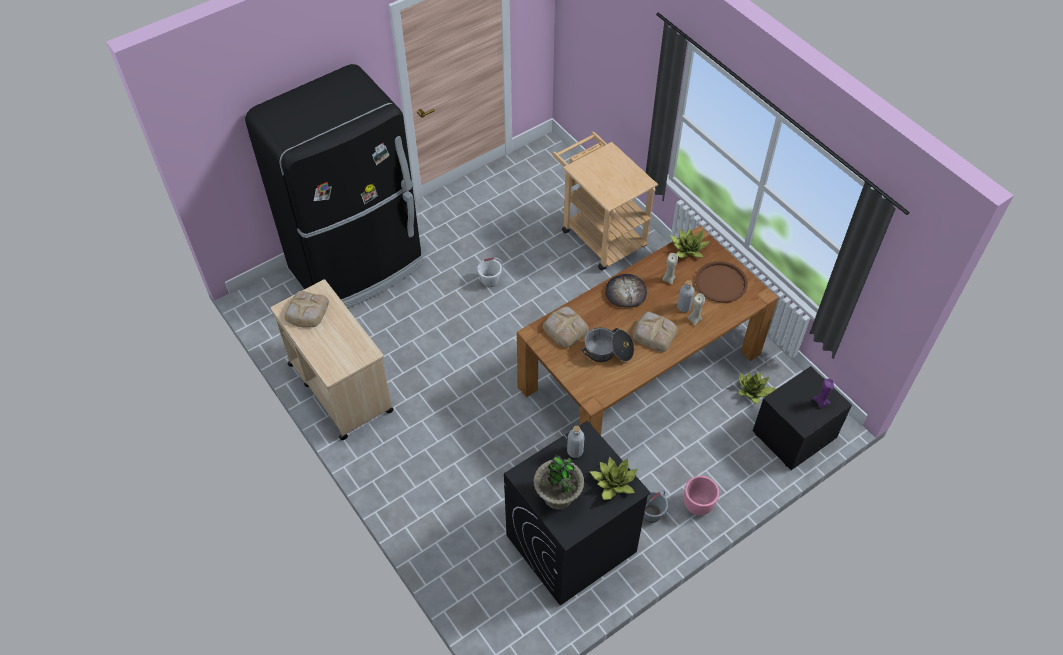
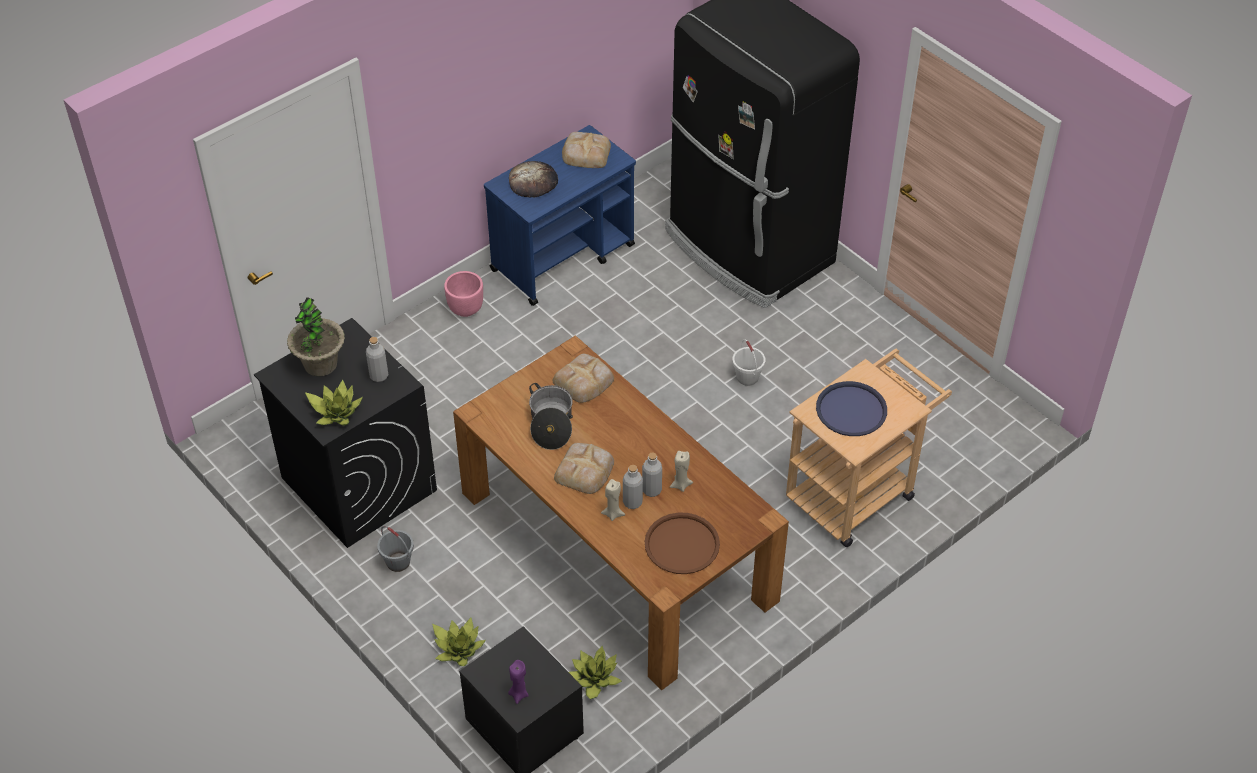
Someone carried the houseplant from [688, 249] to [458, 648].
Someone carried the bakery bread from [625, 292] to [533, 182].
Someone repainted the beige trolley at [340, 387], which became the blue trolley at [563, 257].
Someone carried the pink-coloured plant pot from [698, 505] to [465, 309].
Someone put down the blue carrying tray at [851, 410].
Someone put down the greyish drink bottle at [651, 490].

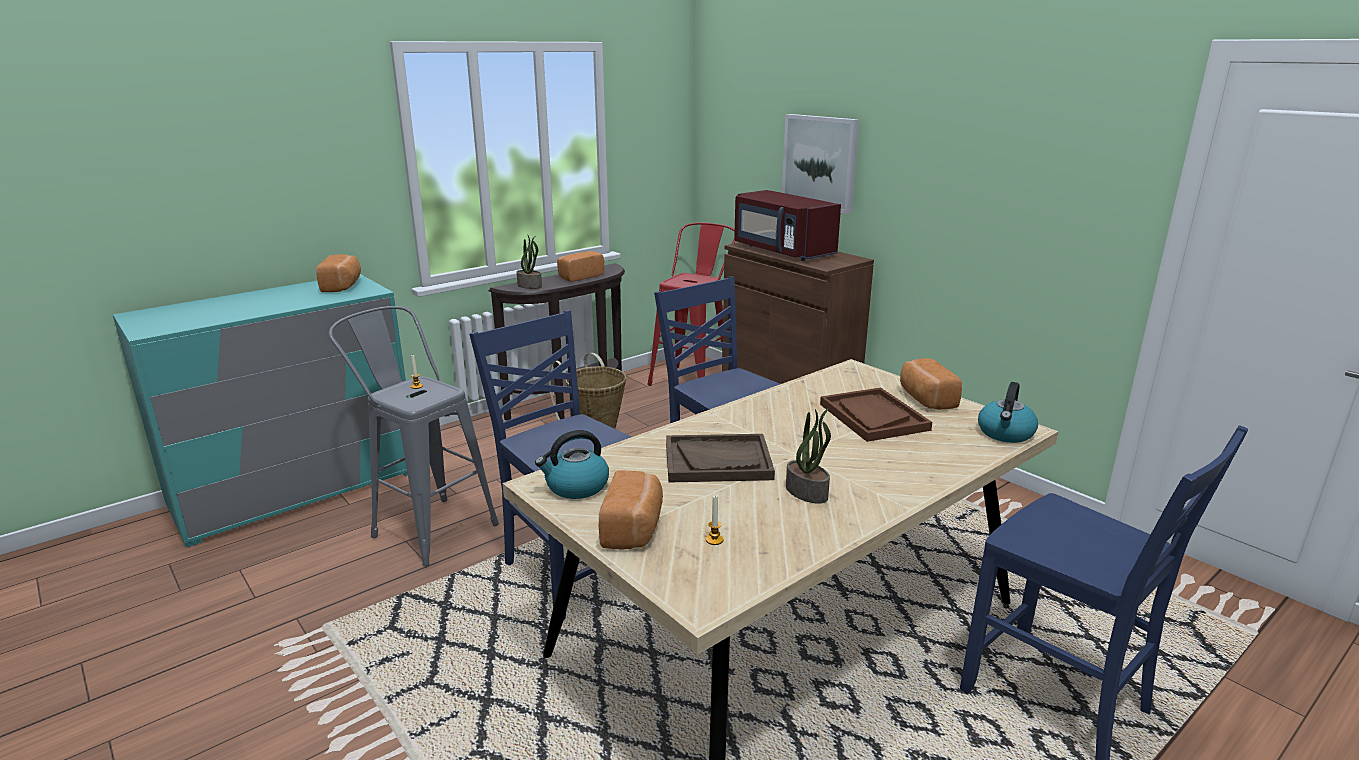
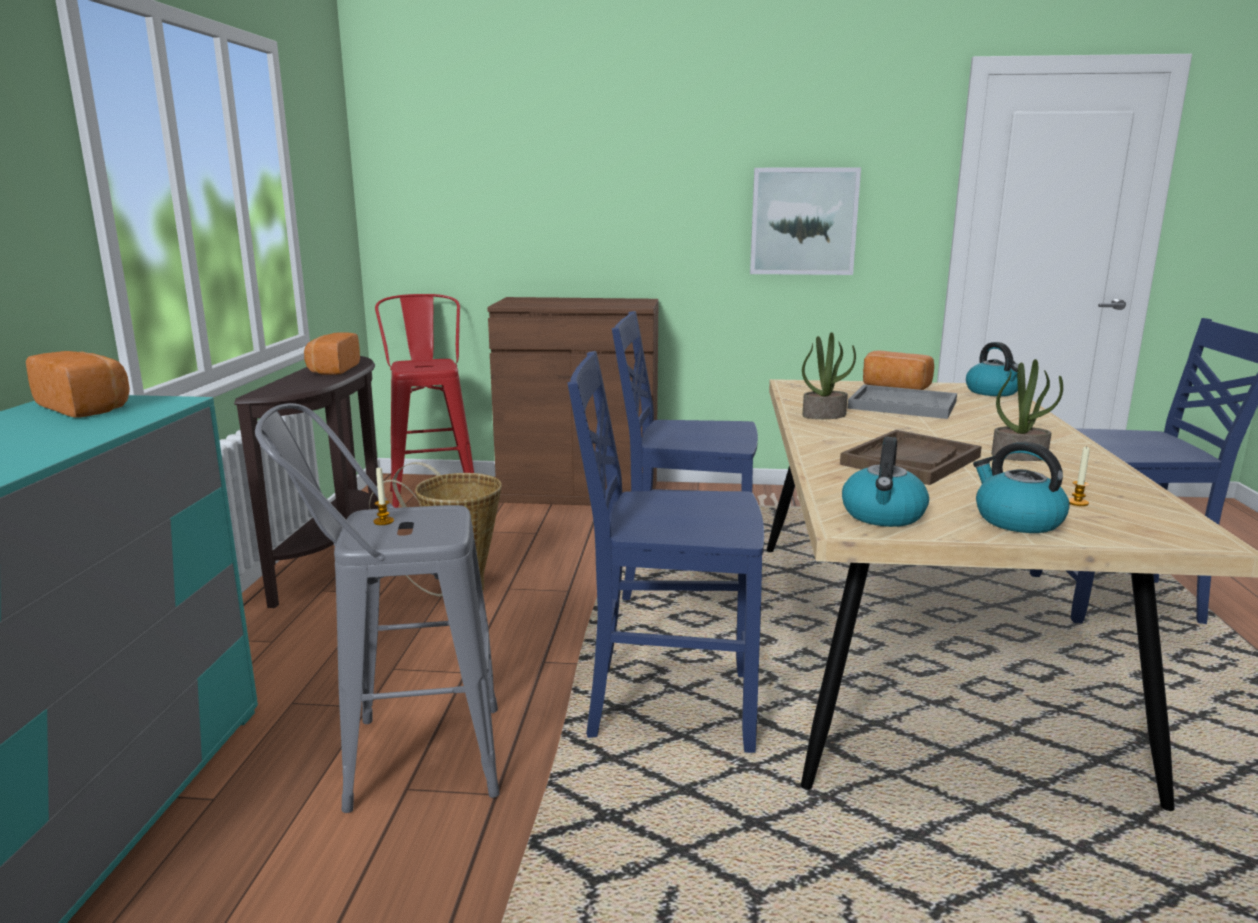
Someone carried the wall picture from [820, 162] to [803, 221].
Someone took away the red microwave at [781, 251].
Someone carried the houseplant from [530, 286] to [824, 415].
Someone repainted the brownish carrying tray at [873, 417], which became the greyish carrying tray at [902, 405].
Someone swapped the bakery bread at [634, 528] for the kettle at [1016, 520].

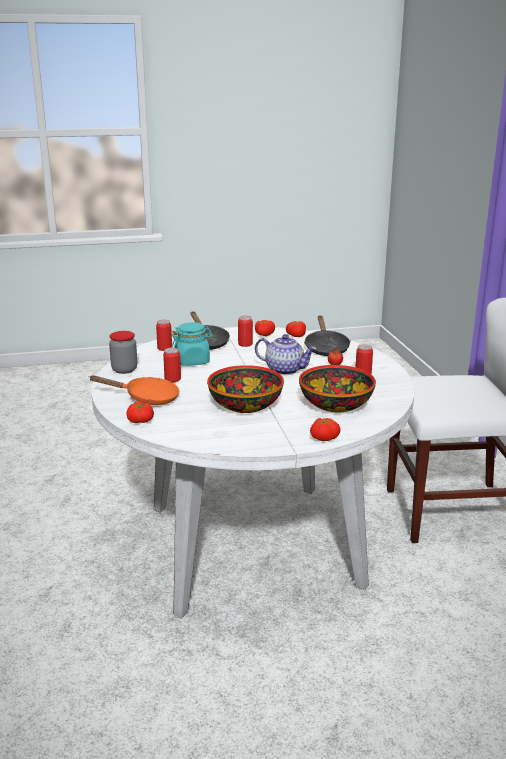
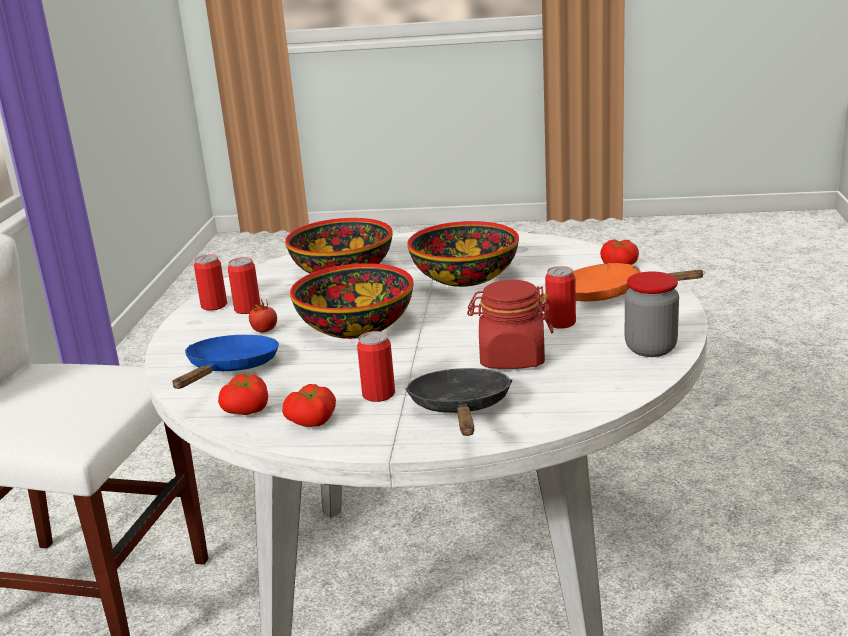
Someone repainted the black-coloured pan at [326, 348], which became the blue pan at [230, 370].
Someone carried the metal can from [164, 348] to [214, 306].
Someone repainted the turquoise jar at [192, 361], which became the red jar at [511, 358].
Someone swapped the tea pot at [285, 370] for the bowl at [356, 327].
Someone took away the whole tomato at [323, 437].

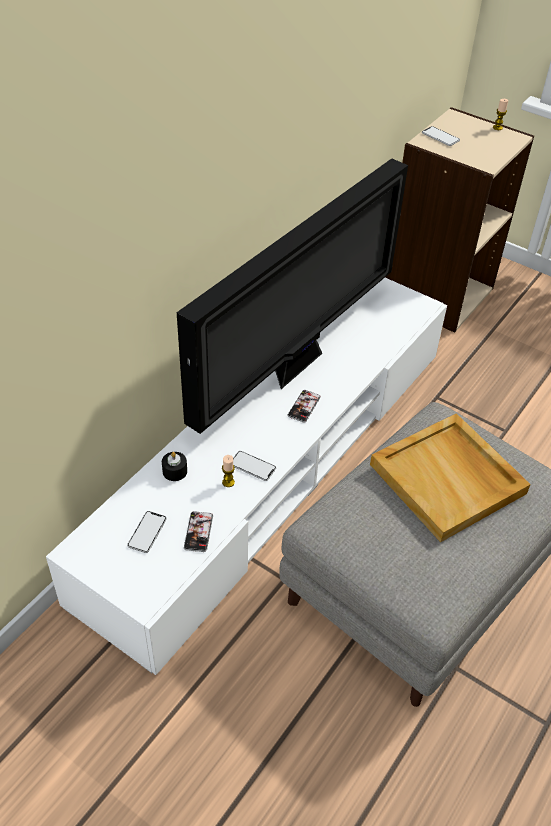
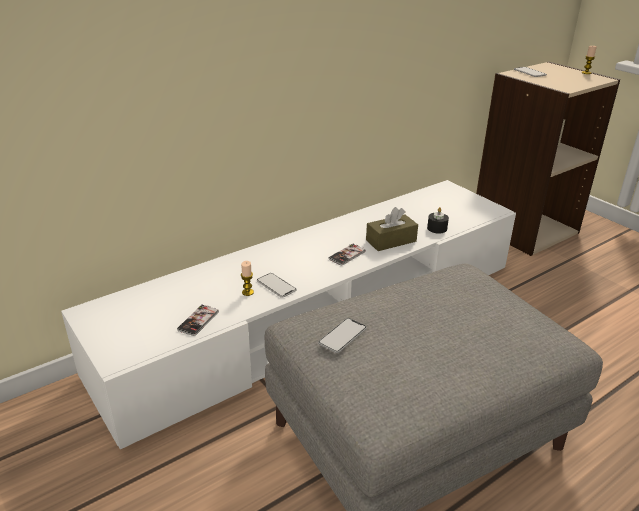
Someone took away the TV at [297, 364].
Someone took away the beige carrying tray at [449, 479].
Someone carried the black-coloured candle from [175, 471] to [437, 228].
Someone carried the phone from [147, 532] to [342, 336].
Someone put down the brownish tissue box at [391, 241].

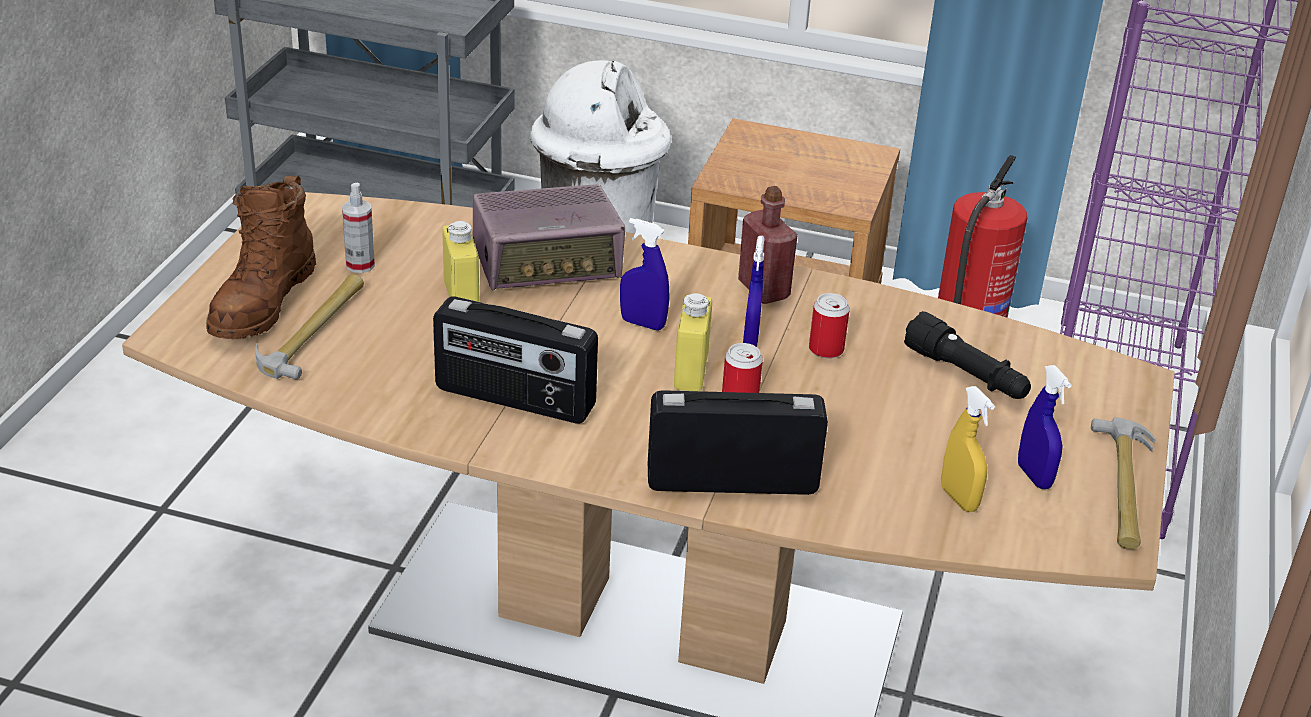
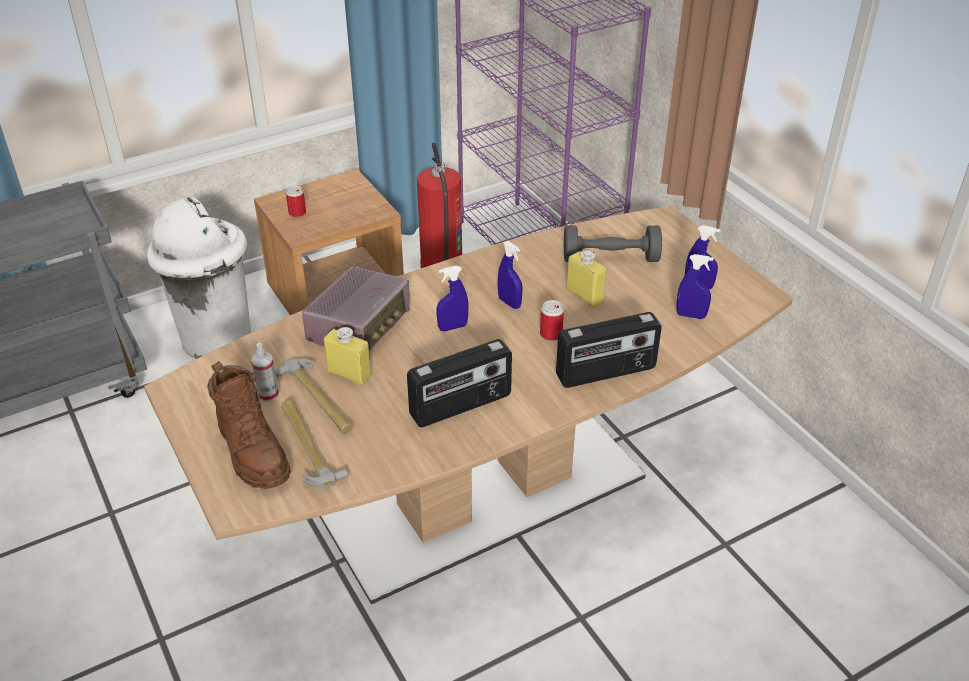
Someone took away the red drink bottle at [763, 290].
Someone carried the yellow-coloured drink bottle from [691, 372] to [584, 296].
Someone carried the metal can from [826, 349] to [297, 213].
Someone swapped the black-coloured hand torch at [966, 375] for the greyish free weight at [610, 258].
Someone repainted the yellow-coloured hand sprayer at [959, 499], which became the blue hand sprayer at [691, 315].
Someone rotated the radio at [732, 481] by 150 degrees counterclockwise.
Someone carried the hammer from [1123, 487] to [317, 399].

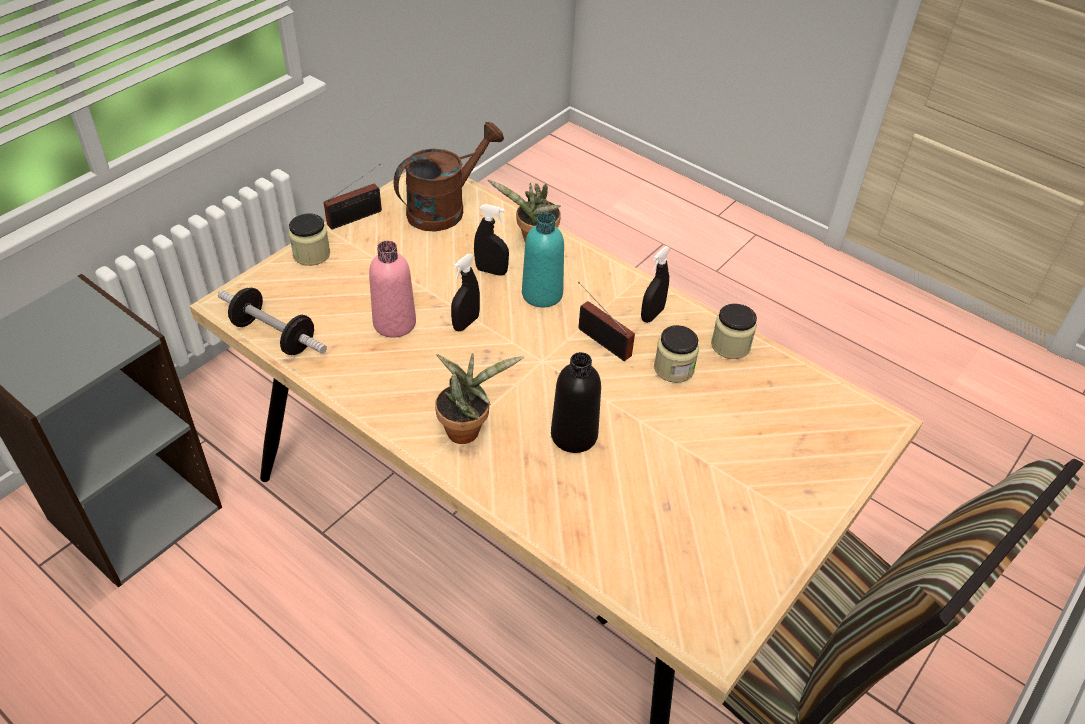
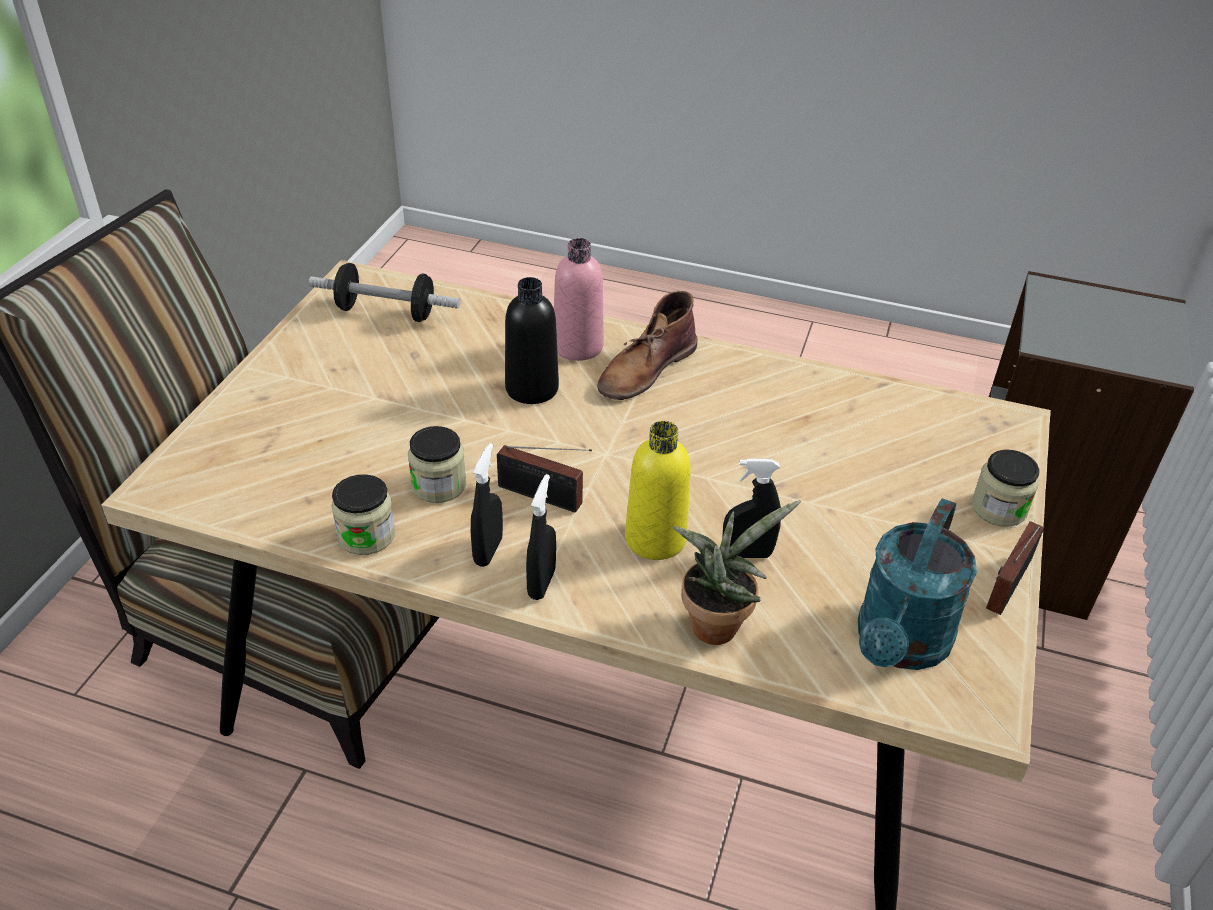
Someone repainted the brownish watering can at [444, 208], which became the turquoise watering can at [899, 645].
Someone repainted the turquoise drink bottle at [542, 294], which became the yellow-coloured drink bottle at [655, 539].
Someone carried the pink-coloured drink bottle from [394, 323] to [578, 346].
Someone carried the black-coloured hand sprayer from [466, 323] to [541, 583].
Someone carried the free weight from [274, 336] to [386, 312].
Someone swapped the houseplant at [467, 429] for the brownish tall boot at [646, 369].

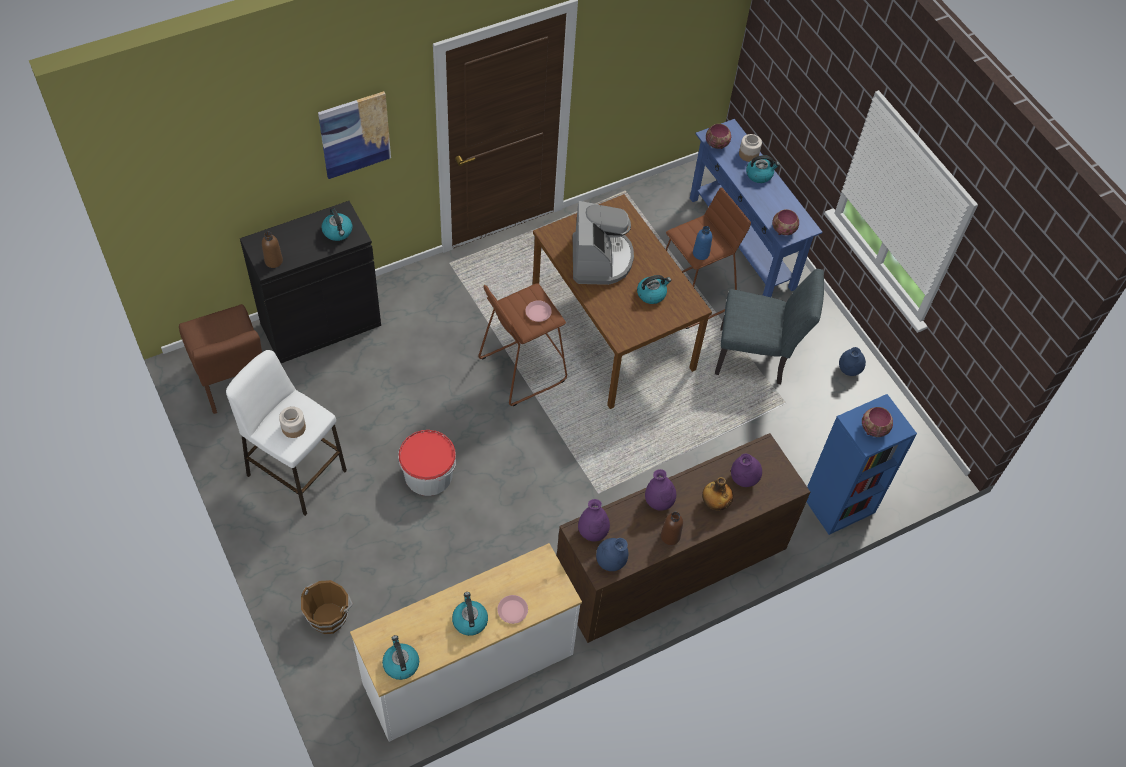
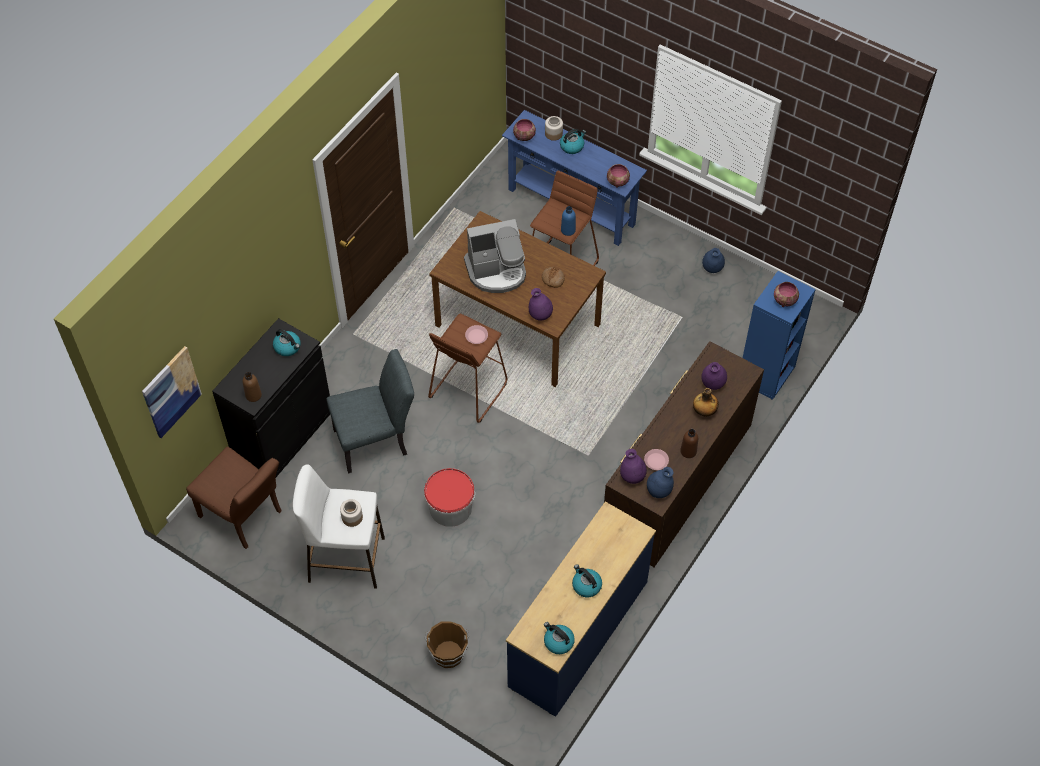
Someone carried the wall picture from [355, 134] to [171, 391].
Someone rotated the coffee brewer at [600, 259] by 105 degrees clockwise.
Someone carried the greyish chair from [757, 357] to [376, 441].
Someone swapped the kettle at [651, 294] for the bakery bread at [553, 279].
Someone carried the purple vase from [659, 502] to [540, 315].
Someone repainted the white dresser at [469, 670], which became the blue dresser at [579, 634].
Someone carried the pink-coloured flat dish from [512, 610] to [656, 461].

